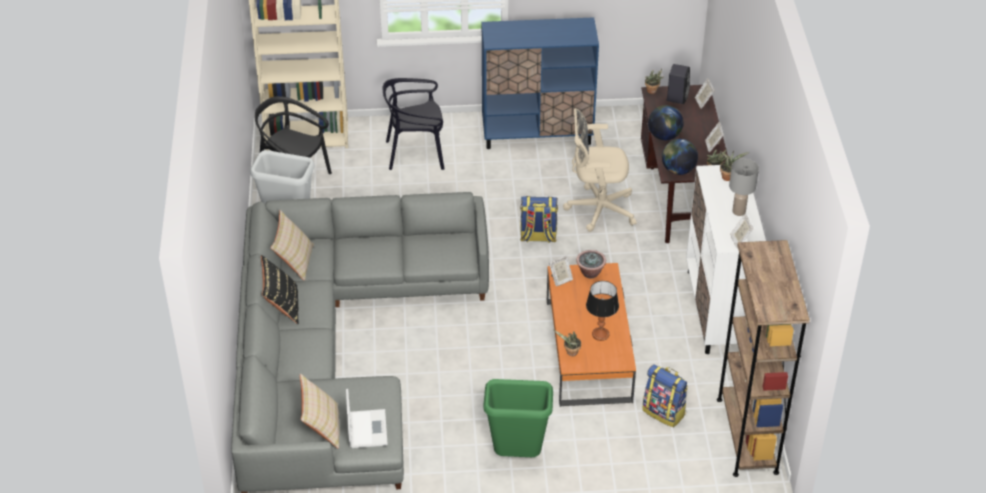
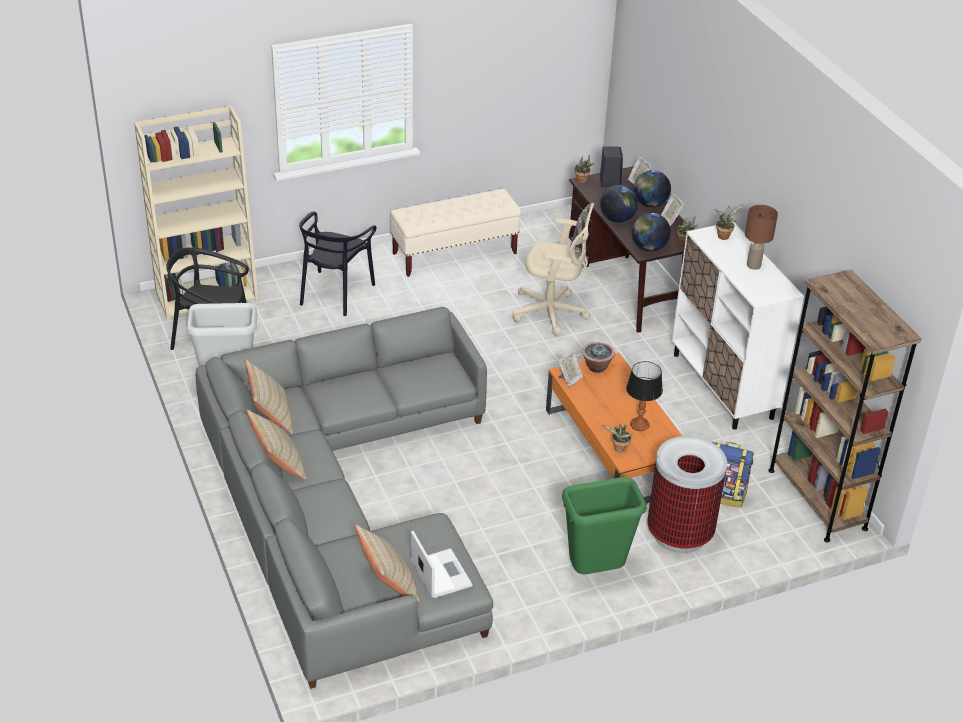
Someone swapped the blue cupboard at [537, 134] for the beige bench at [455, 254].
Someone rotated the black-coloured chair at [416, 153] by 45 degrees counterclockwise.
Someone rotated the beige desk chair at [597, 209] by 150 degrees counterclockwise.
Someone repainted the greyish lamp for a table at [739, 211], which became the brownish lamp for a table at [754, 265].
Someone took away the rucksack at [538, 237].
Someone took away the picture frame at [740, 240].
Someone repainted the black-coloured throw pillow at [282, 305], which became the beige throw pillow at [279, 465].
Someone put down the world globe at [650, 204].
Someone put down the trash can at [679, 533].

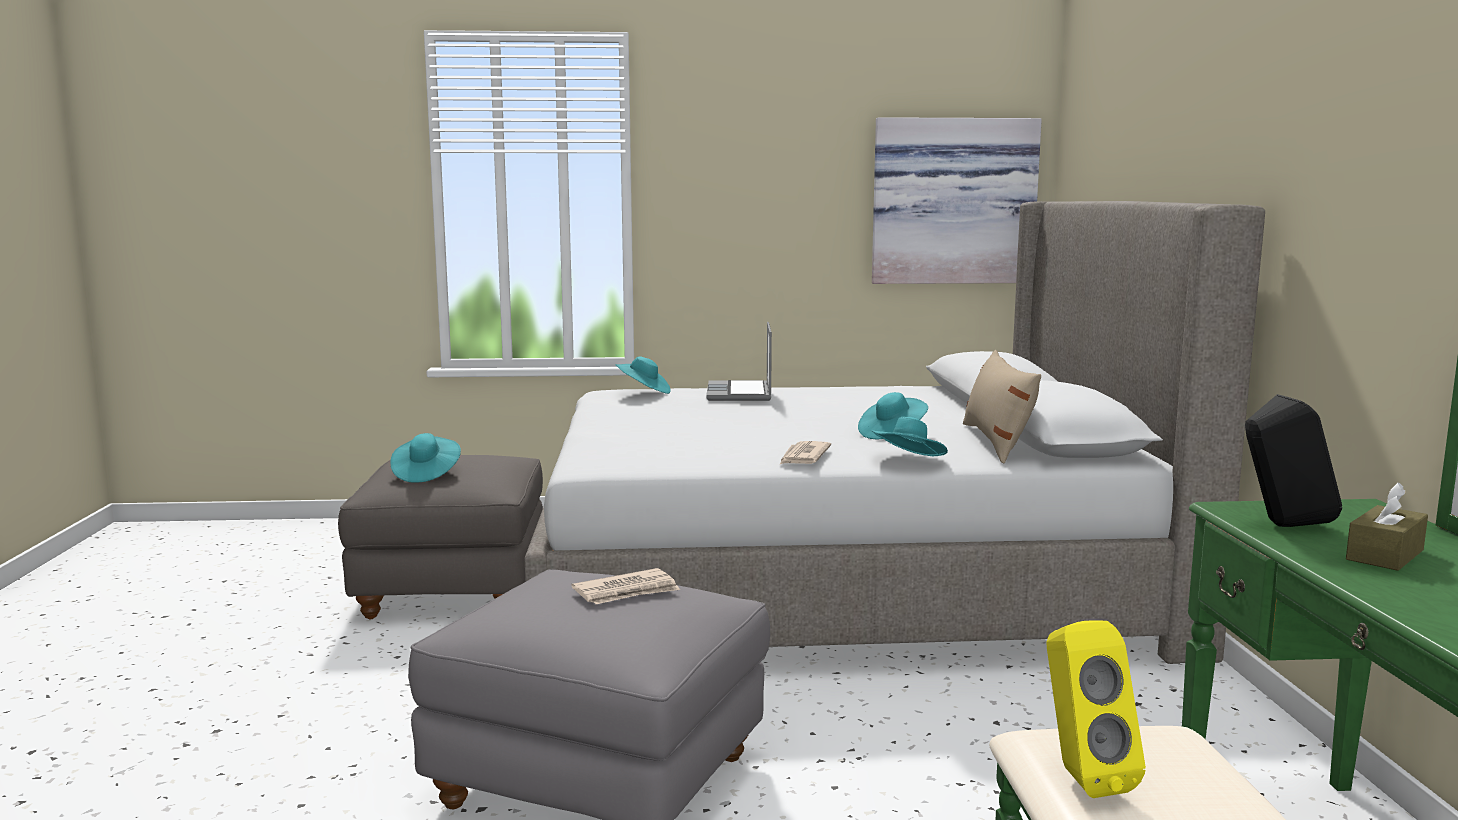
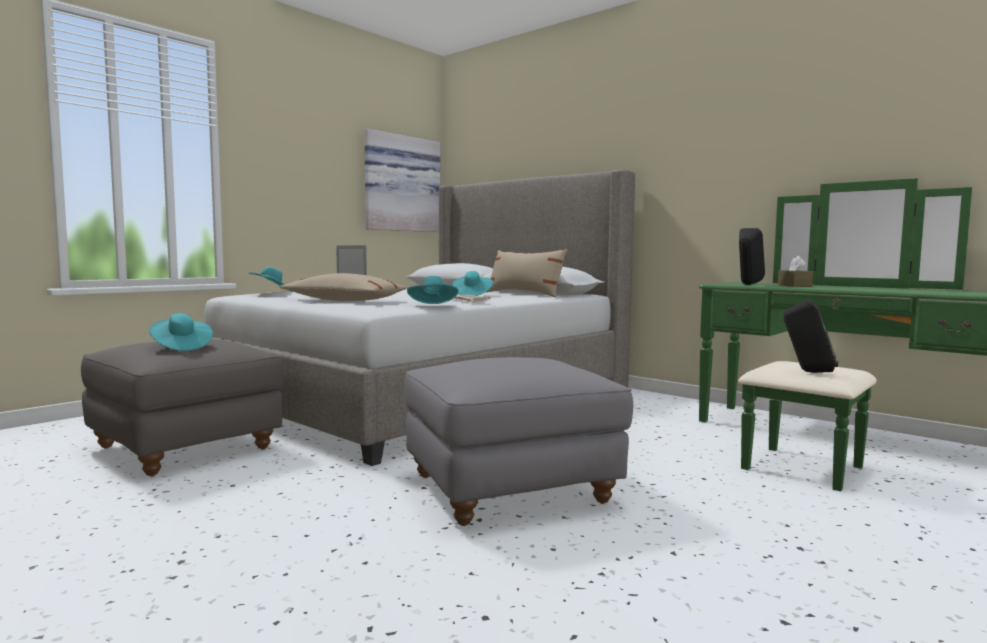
Someone carried the turquoise hat from [908, 461] to [433, 305].
Someone took away the daily paper at [627, 592].
Someone repainted the yellow-coloured audio speaker at [1081, 778], which became the black-coloured audio speaker at [808, 372].
Someone put down the beige throw pillow at [344, 301].

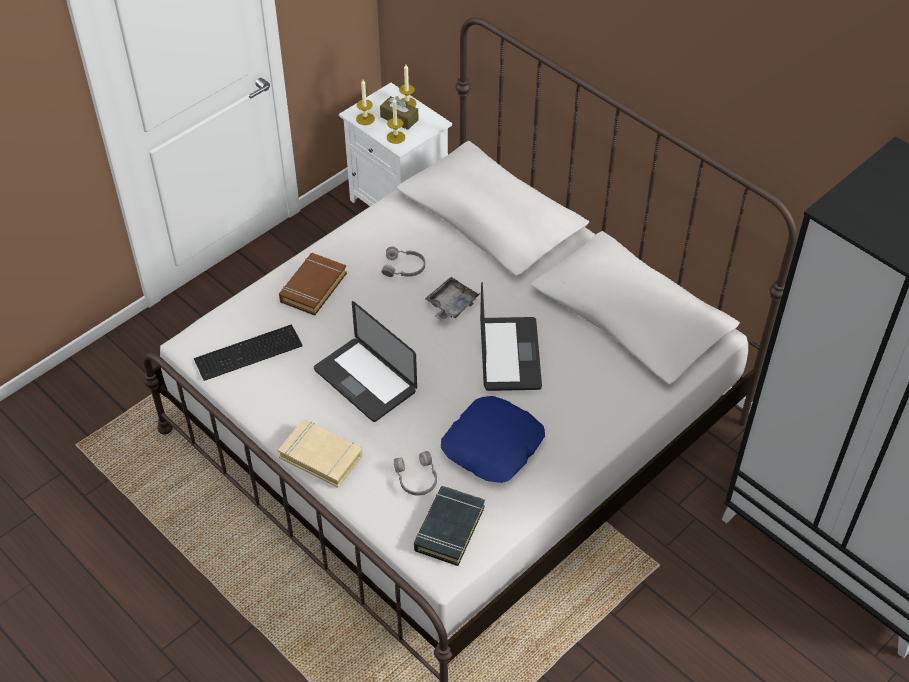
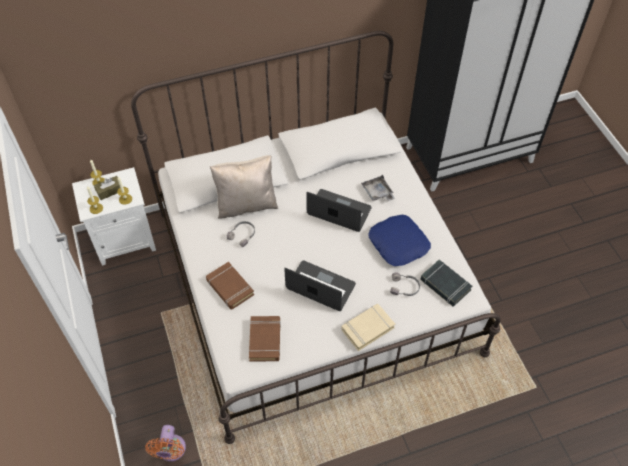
Someone carried the greyish carrying tray from [451, 305] to [377, 193].
Someone rotated the portable computer at [365, 381] by 135 degrees counterclockwise.
Someone swapped the computer keyboard at [250, 353] for the brownish volume at [265, 340].
Someone put down the beige throw pillow at [246, 204].
Someone put down the orange-coloured electric fan at [171, 451].

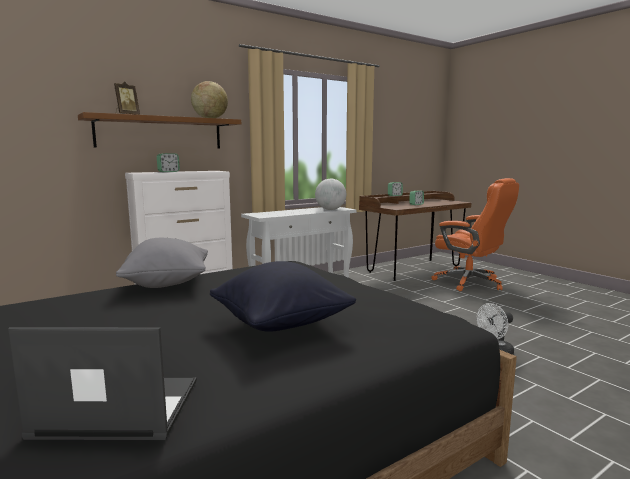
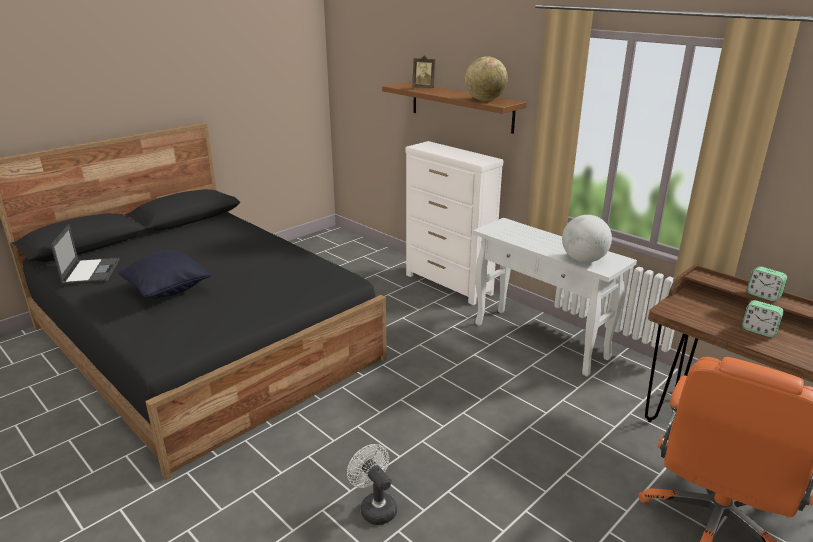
Someone took away the bedside clock at [168, 171].
Someone took away the greyish throw pillow at [168, 284].

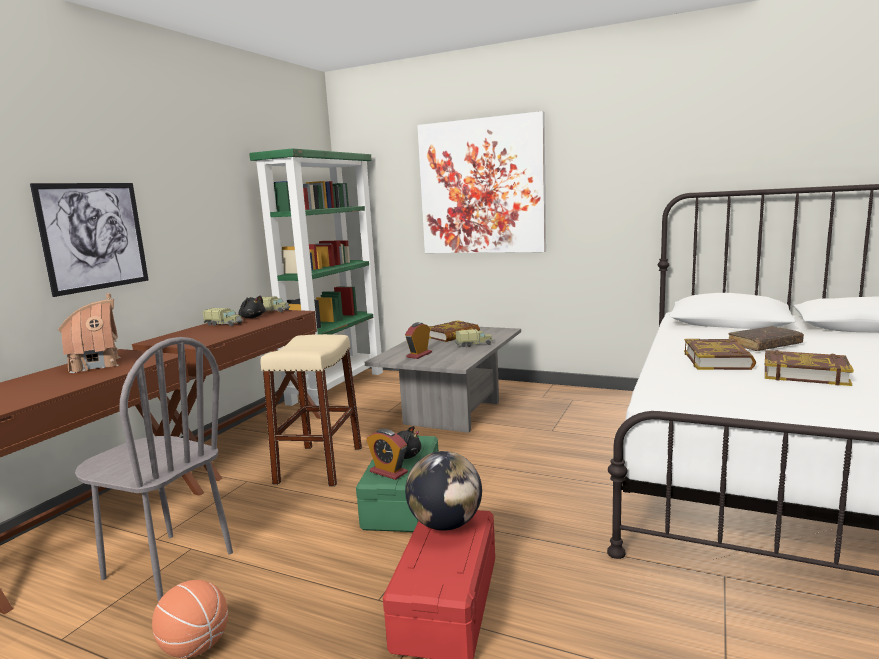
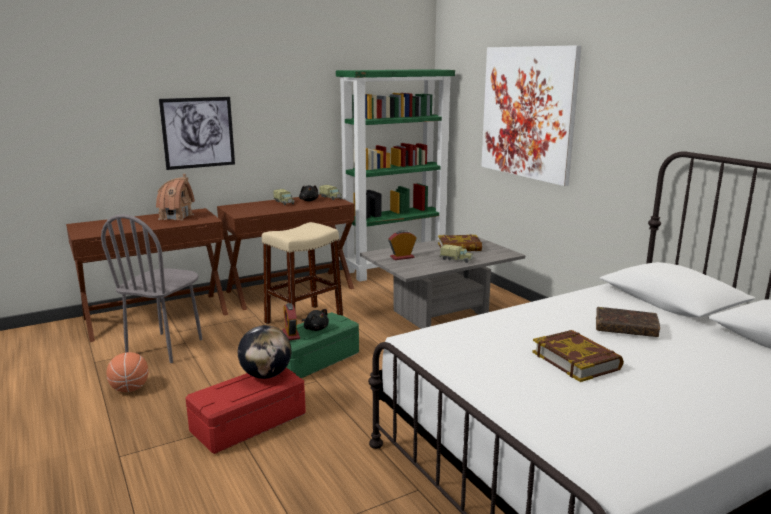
Someone rotated the greyish chair at [167, 566] by 45 degrees clockwise.
Someone took away the volume at [718, 360].

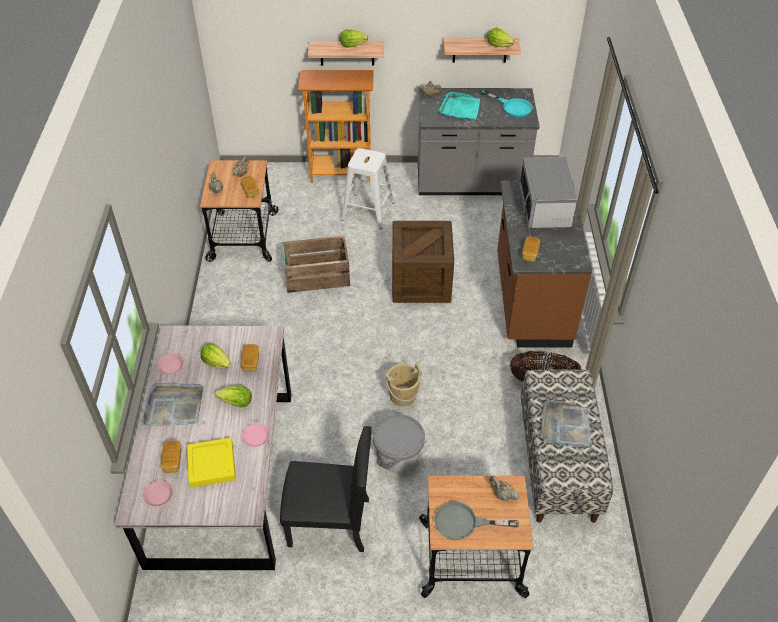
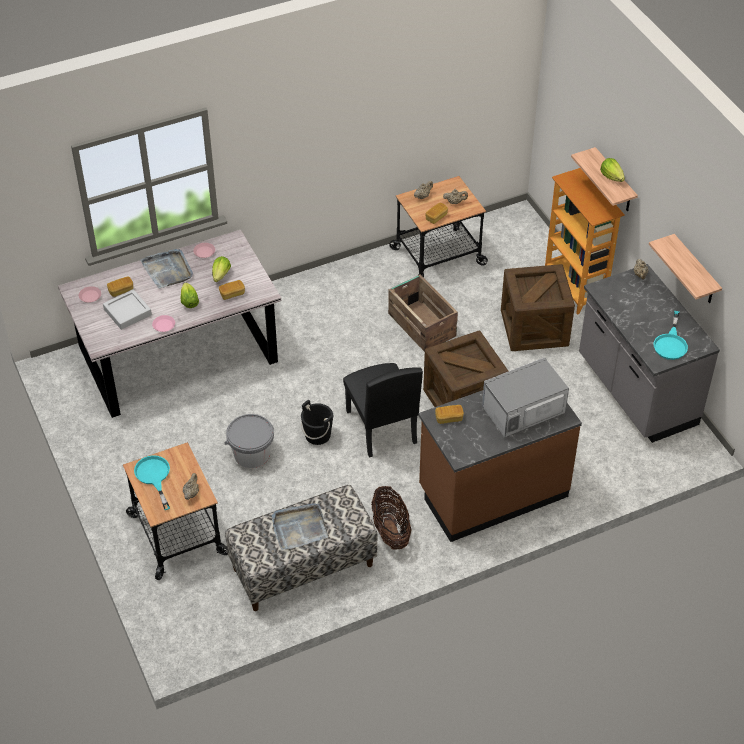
Someone took away the head of lettuce at [499, 45].
Someone took away the turquoise carrying tray at [460, 108].
Someone swapped the white stool at [368, 211] for the crate at [534, 328].
Someone repainted the beige water bucket at [402, 395], which became the black-coloured water bucket at [317, 435].
Someone carried the black-coloured chair from [329, 523] to [380, 427].
Someone repainted the yellow-coloured carrying tray at [211, 465], which became the greyish carrying tray at [127, 312].
Someone repainted the greyish pan at [464, 523], which became the turquoise pan at [154, 477].

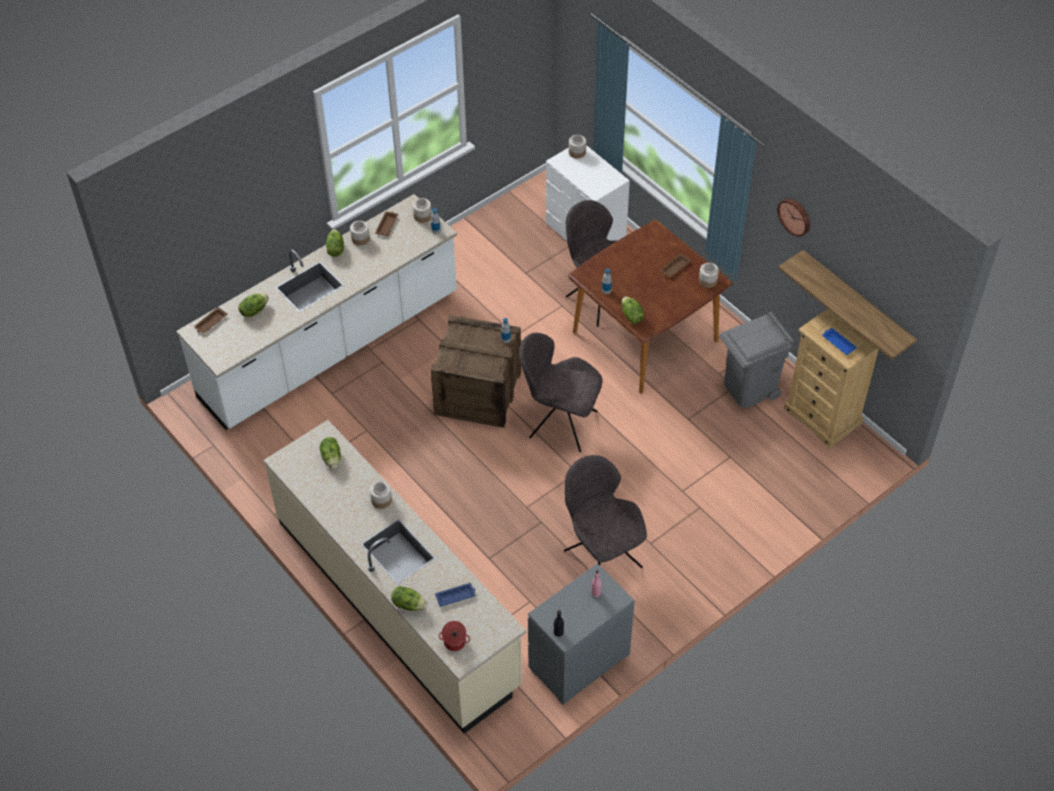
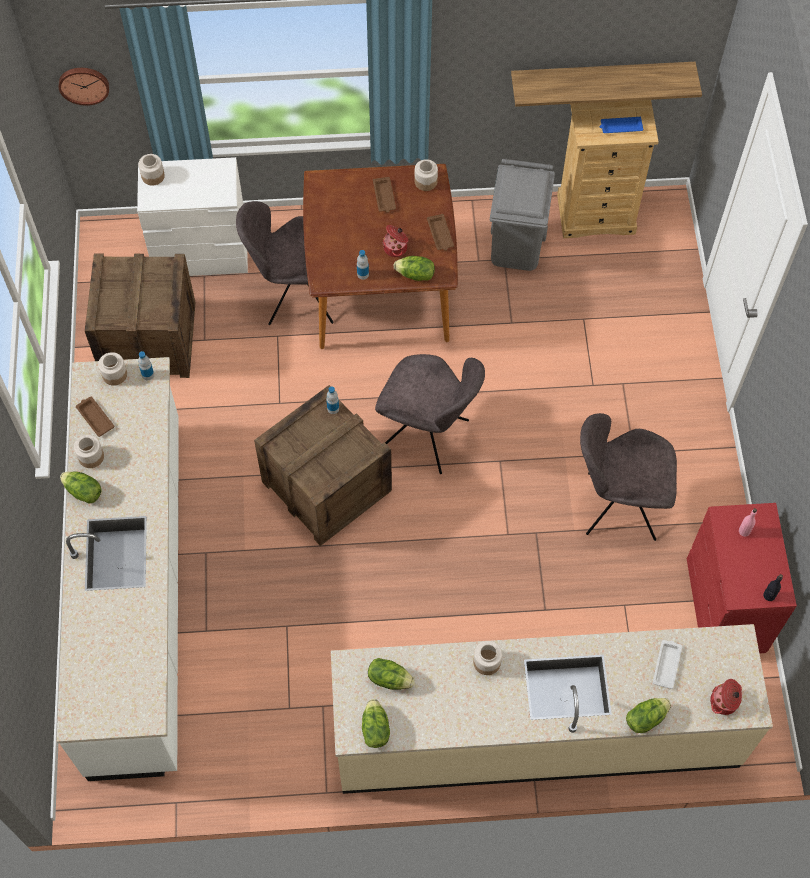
Someone carried the wall clock from [795, 216] to [84, 84].
Someone carried the head of lettuce from [254, 310] to [374, 729].
Someone carried the brownish carrying tray from [210, 322] to [440, 235].
Someone rotated the greyish chair at [560, 423] by 120 degrees counterclockwise.
Someone repainted the greyish dresser at [578, 662], which became the red dresser at [725, 606].
Someone repainted the blue carrying tray at [456, 596], which became the white carrying tray at [667, 664].
Someone put down the saucepot at [396, 248].
Someone put down the crate at [149, 339].

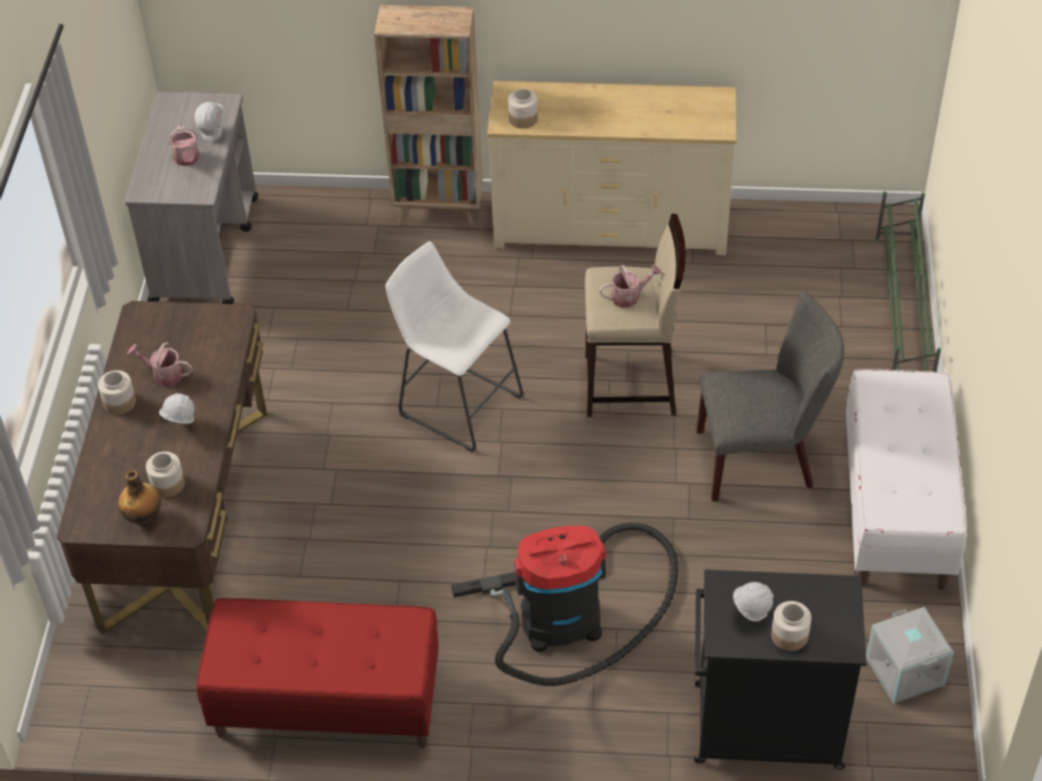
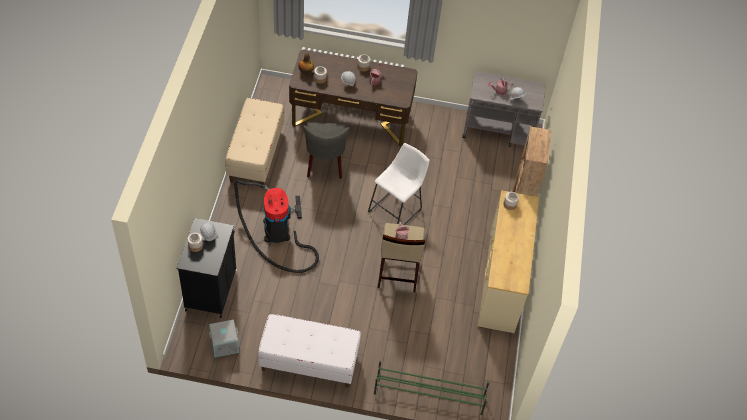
Someone carried the greyish chair from [763, 459] to [325, 164].
Someone repainted the red bench at [327, 704], which became the beige bench at [255, 155].

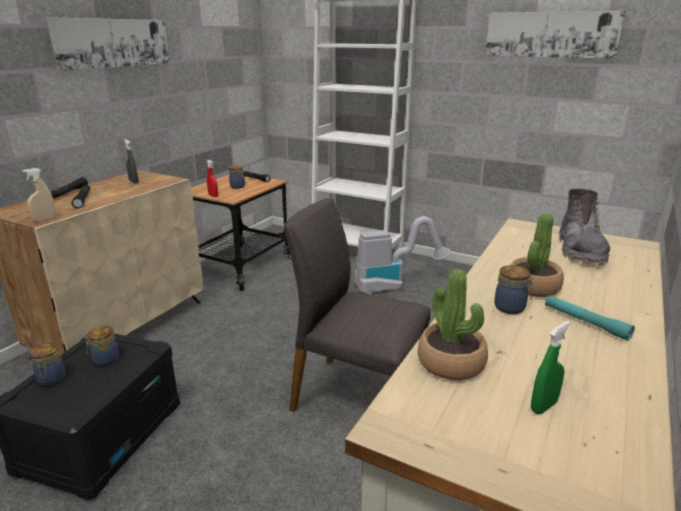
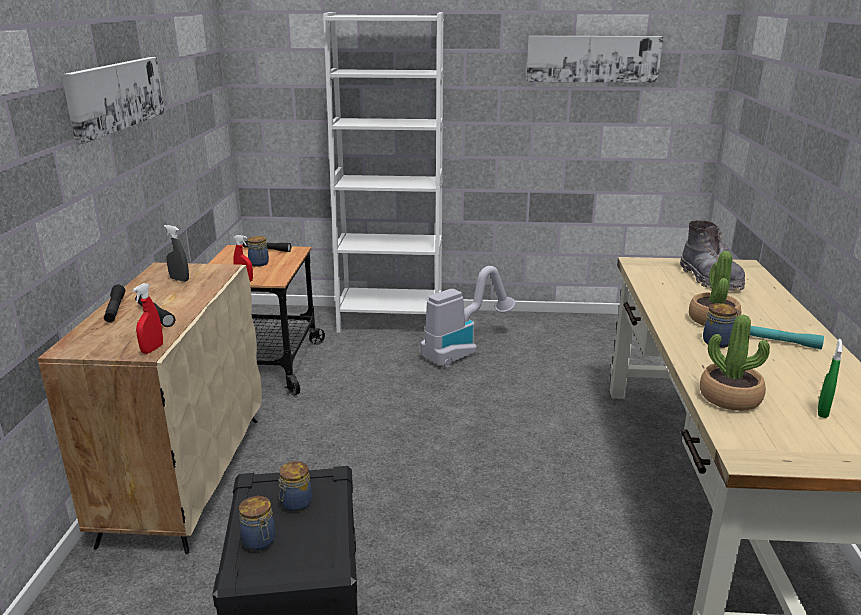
Someone repainted the beige hand sprayer at [45, 220], which became the red hand sprayer at [152, 349].
Someone took away the greyish chair at [358, 397].

